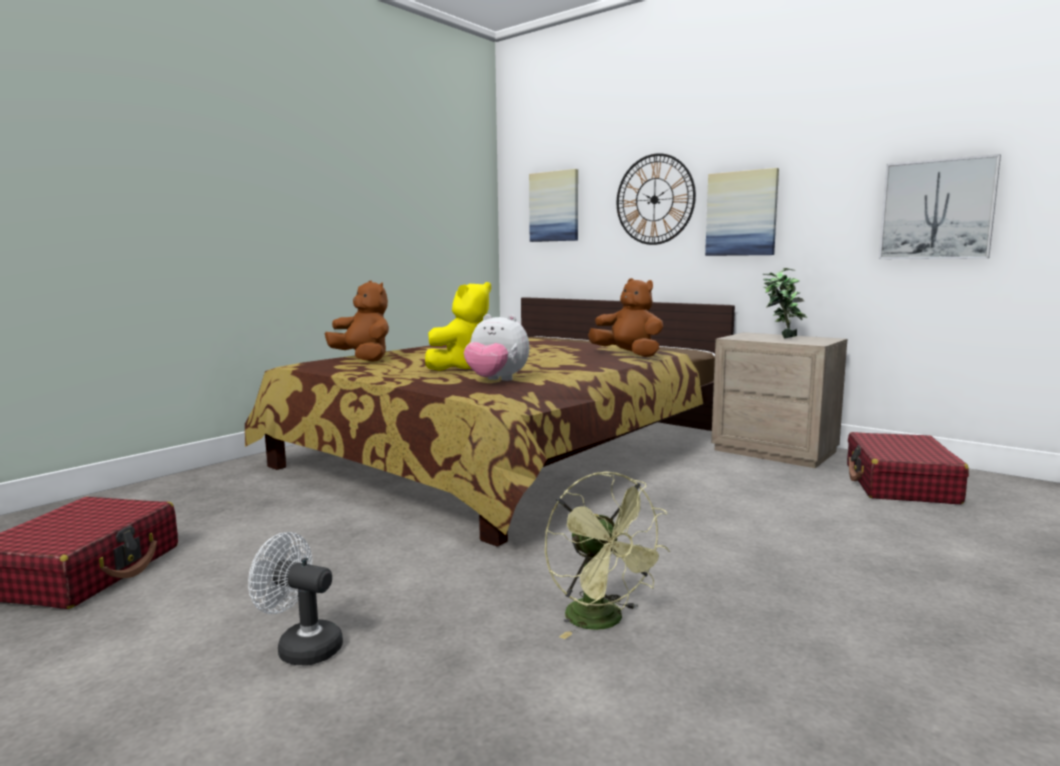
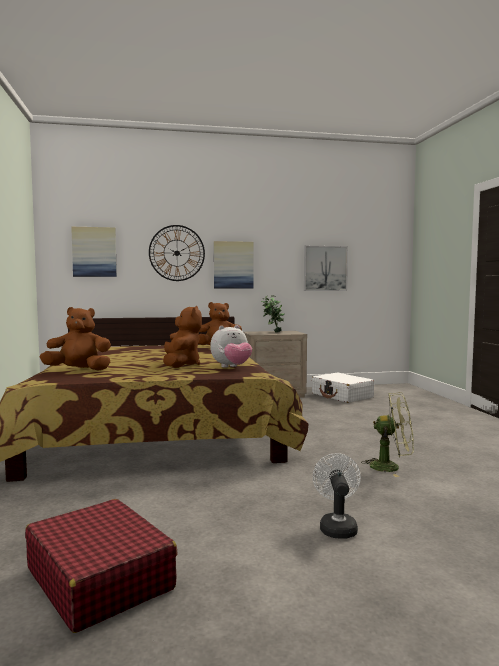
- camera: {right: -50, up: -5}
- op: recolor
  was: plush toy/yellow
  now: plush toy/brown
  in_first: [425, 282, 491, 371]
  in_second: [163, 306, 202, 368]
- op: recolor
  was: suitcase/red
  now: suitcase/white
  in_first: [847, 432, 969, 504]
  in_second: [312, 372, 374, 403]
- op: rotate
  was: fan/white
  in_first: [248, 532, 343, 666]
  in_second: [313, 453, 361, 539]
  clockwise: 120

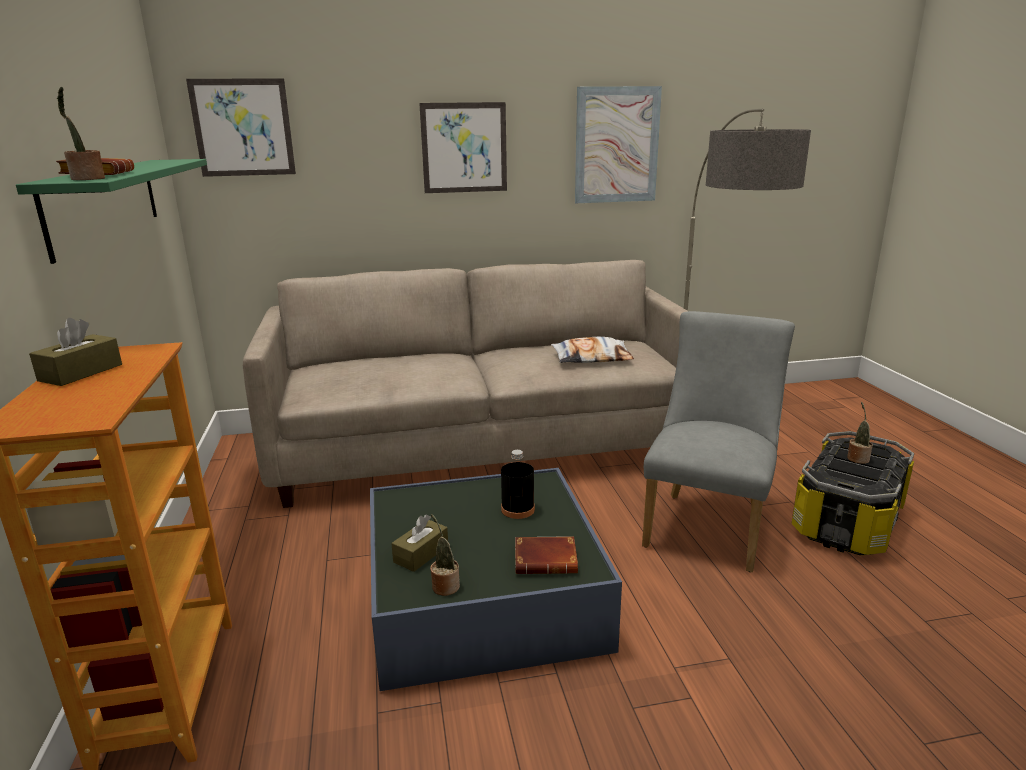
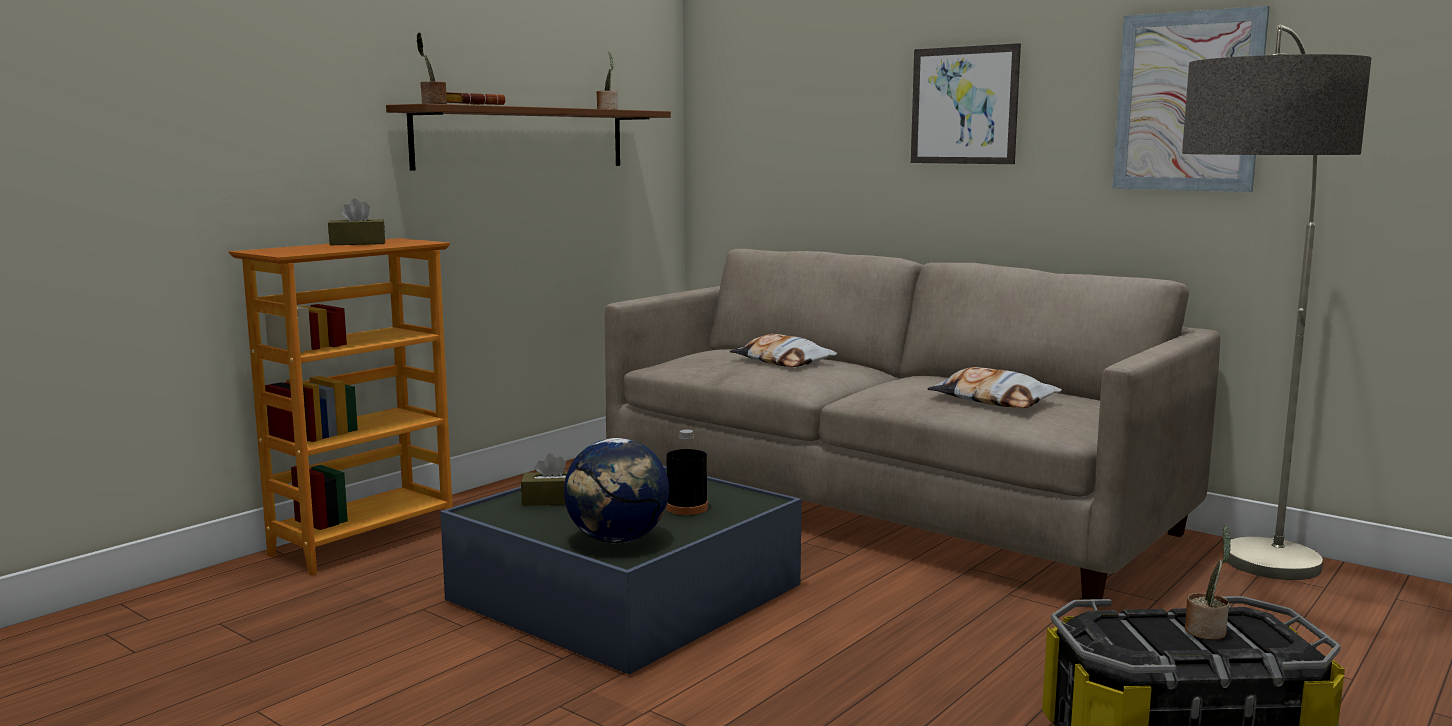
- camera: {right: 50, up: -10}
- op: recolor
  was: shelf/green
  now: shelf/brown
  in_first: [16, 159, 207, 264]
  in_second: [386, 104, 671, 170]
- op: replace
  was: book/brown
  now: globe
  in_first: [515, 536, 578, 574]
  in_second: [564, 438, 669, 543]
- op: move
  was: potted plant
  in_first: [430, 514, 460, 596]
  in_second: [596, 52, 618, 110]
- op: insert
  now: pillow
  in_second: [730, 334, 838, 367]
- op: delete
  was: picture
  in_first: [186, 78, 296, 177]
- op: delete
  was: chair/grey
  in_first: [642, 311, 795, 572]

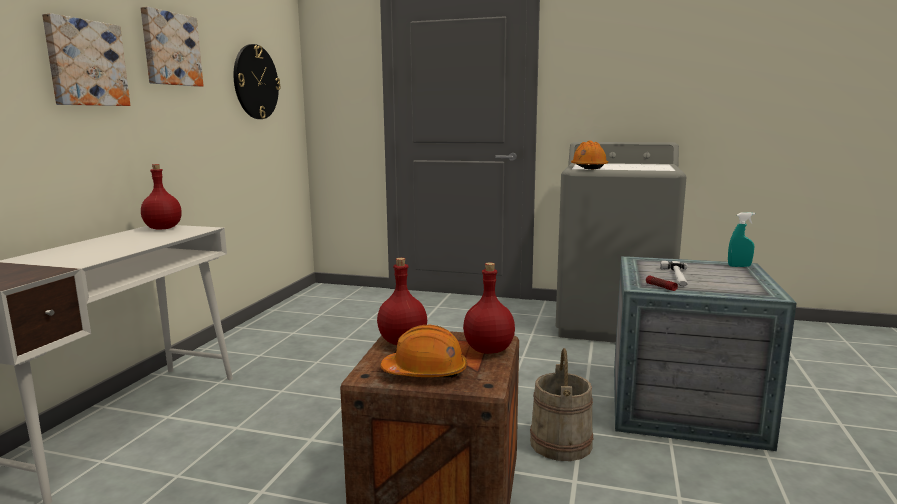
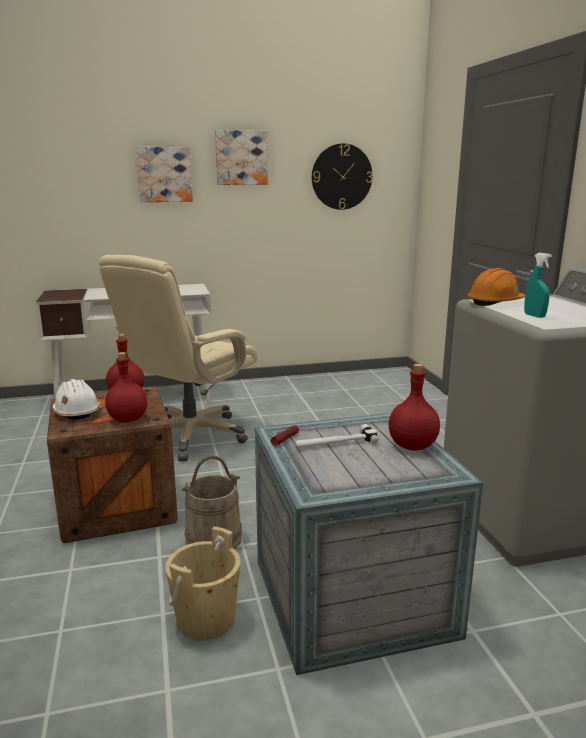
- camera: {right: 60, up: 5}
- op: recolor
  was: hard hat/orange
  now: hard hat/white
  in_first: [380, 325, 467, 378]
  in_second: [52, 379, 100, 420]
- op: insert
  now: office chair/beige
  in_second: [99, 255, 258, 461]
- op: insert
  now: bucket/beige
  in_second: [165, 527, 241, 641]
- op: move
  was: bottle/red
  in_first: [141, 164, 182, 229]
  in_second: [389, 364, 440, 451]
- op: move
  was: spray bottle/turquoise
  in_first: [728, 212, 755, 267]
  in_second: [524, 253, 552, 318]

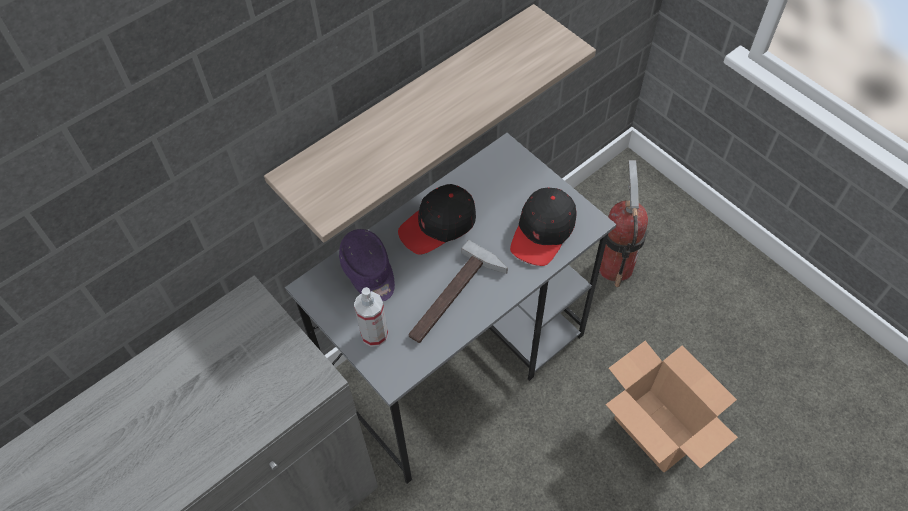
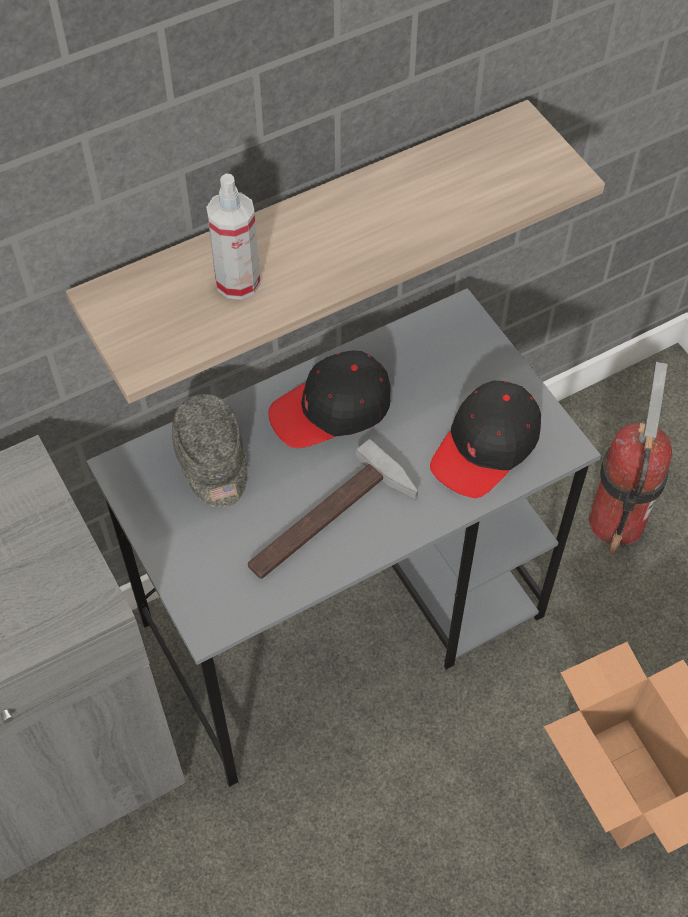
- camera: {right: 10, up: 0}
- op: recolor
  was: cap/purple
  now: cap/grey
  in_first: [339, 229, 395, 301]
  in_second: [172, 394, 247, 508]
- op: move
  was: spray bottle
  in_first: [354, 287, 388, 347]
  in_second: [206, 174, 260, 300]

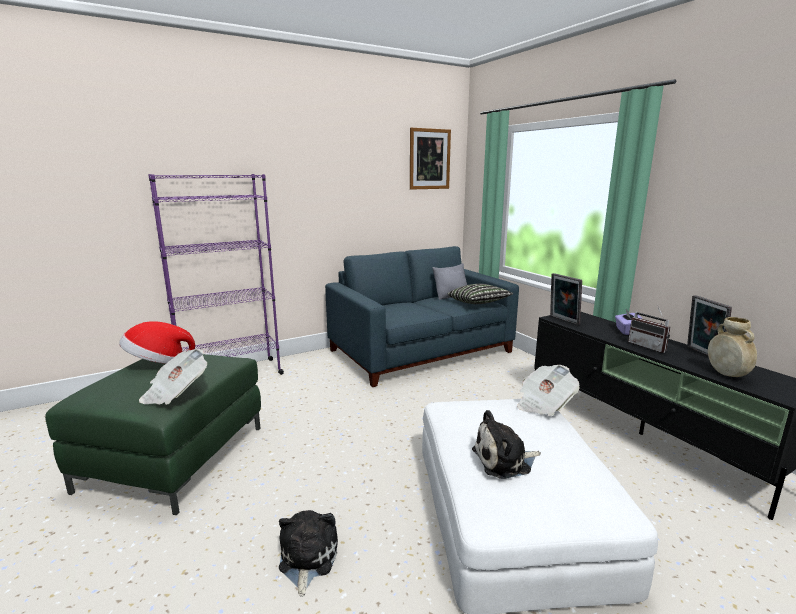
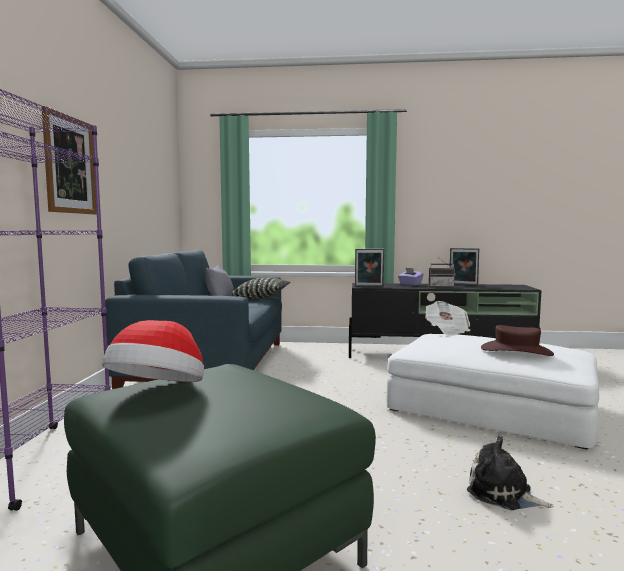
- camera: {right: -55, up: -10}
- op: move
  was: picture
  in_first: [410, 128, 451, 190]
  in_second: [42, 106, 97, 215]
- op: replace
  was: plush toy
  now: hat/brown
  in_first: [472, 410, 541, 479]
  in_second: [481, 325, 554, 356]
- op: delete
  was: newspaper
  in_first: [139, 349, 207, 405]
- op: delete
  was: vase/beige
  in_first: [708, 317, 757, 377]

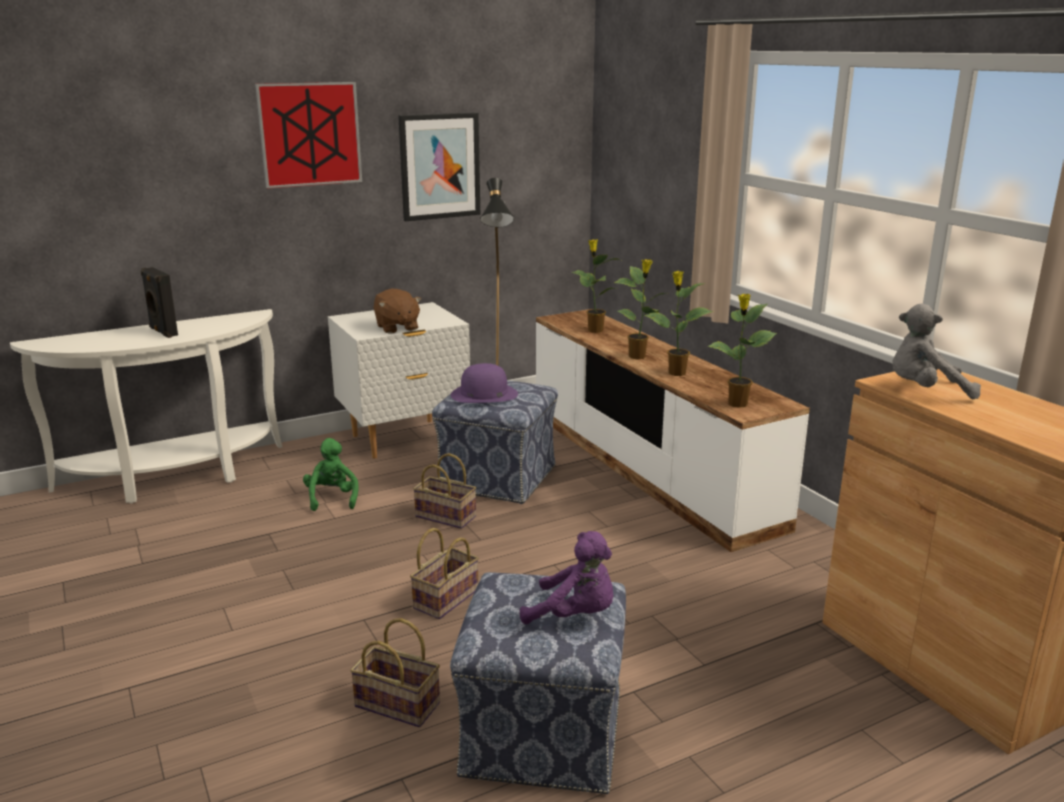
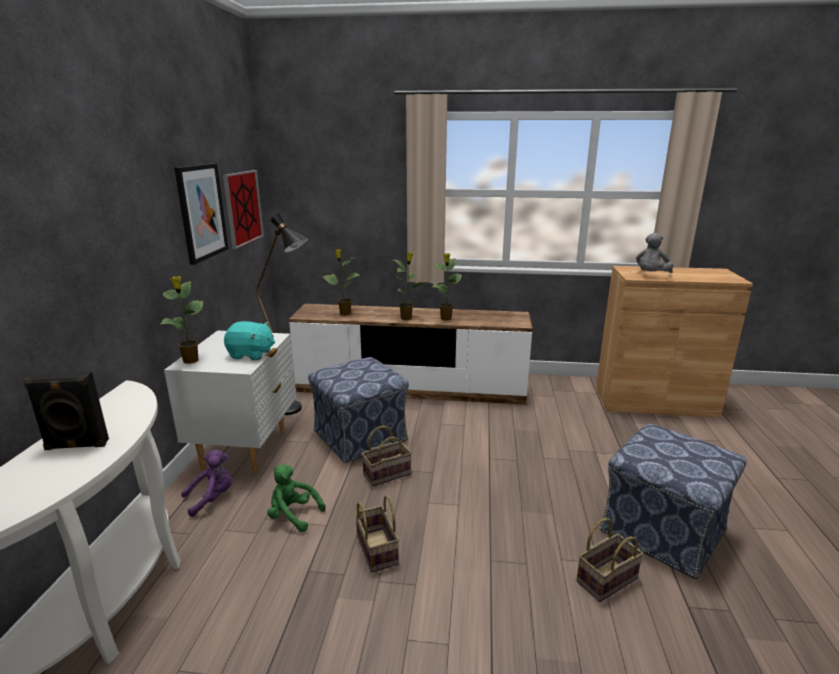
- camera: {right: -55, up: 0}
- op: move
  was: potted plant
  in_first: [708, 293, 777, 408]
  in_second: [160, 276, 203, 364]
- op: move
  was: plush toy/purple
  in_first: [520, 531, 614, 624]
  in_second: [181, 450, 232, 517]
- op: move
  was: picture
  in_first: [255, 82, 362, 189]
  in_second: [223, 170, 264, 249]
- op: recolor
  was: plush toy/brown
  now: plush toy/turquoise
  in_first: [374, 288, 421, 334]
  in_second: [224, 321, 275, 360]
- op: move
  was: basket
  in_first: [410, 528, 479, 619]
  in_second: [355, 495, 399, 573]
- op: delete
  was: hat/purple
  in_first: [451, 363, 518, 403]

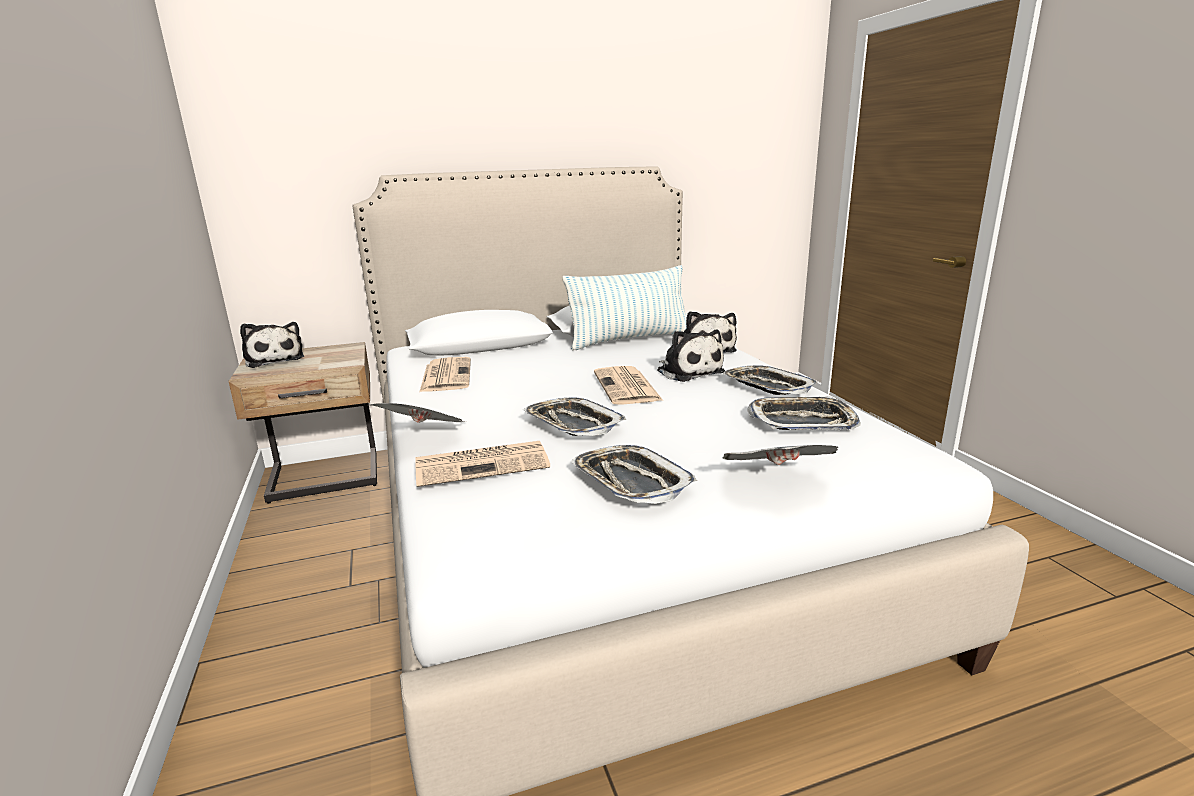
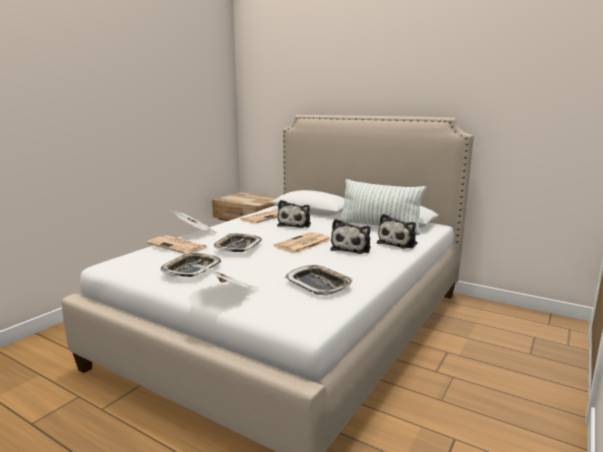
- camera: {right: 50, up: -5}
- op: move
  was: plush toy
  in_first: [240, 322, 304, 368]
  in_second: [277, 200, 311, 228]
- op: delete
  was: tray
  in_first: [723, 365, 817, 395]

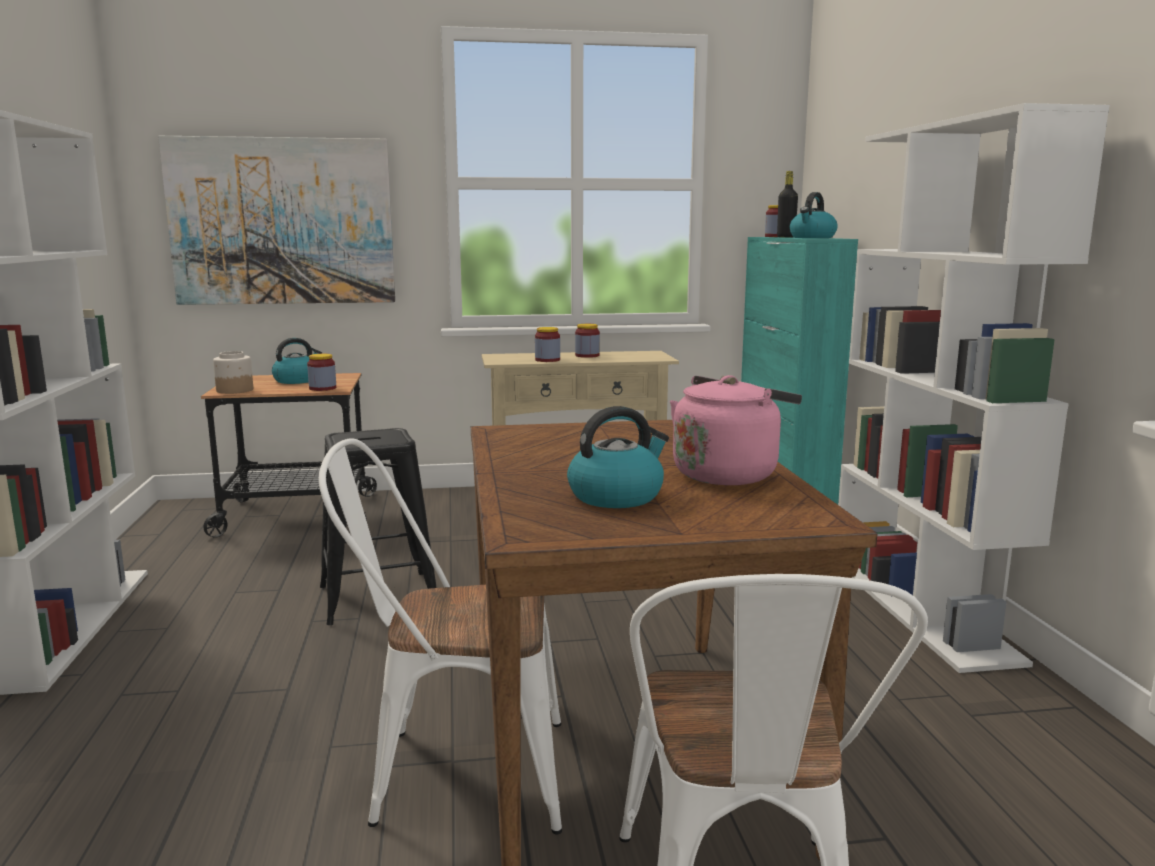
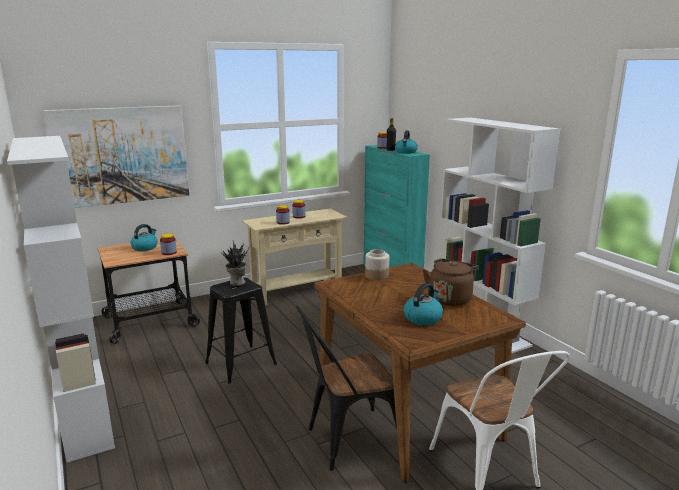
- camera: {right: -20, up: 5}
- op: insert
  now: potted plant
  in_second: [219, 241, 249, 286]
- op: recolor
  was: chair/white
  now: chair/black
  in_first: [319, 438, 562, 834]
  in_second: [296, 305, 397, 471]
- op: move
  was: jar
  in_first: [213, 351, 253, 394]
  in_second: [365, 249, 389, 280]
- op: recolor
  was: kettle/pink
  now: kettle/brown
  in_first: [670, 375, 802, 485]
  in_second: [423, 259, 479, 306]

